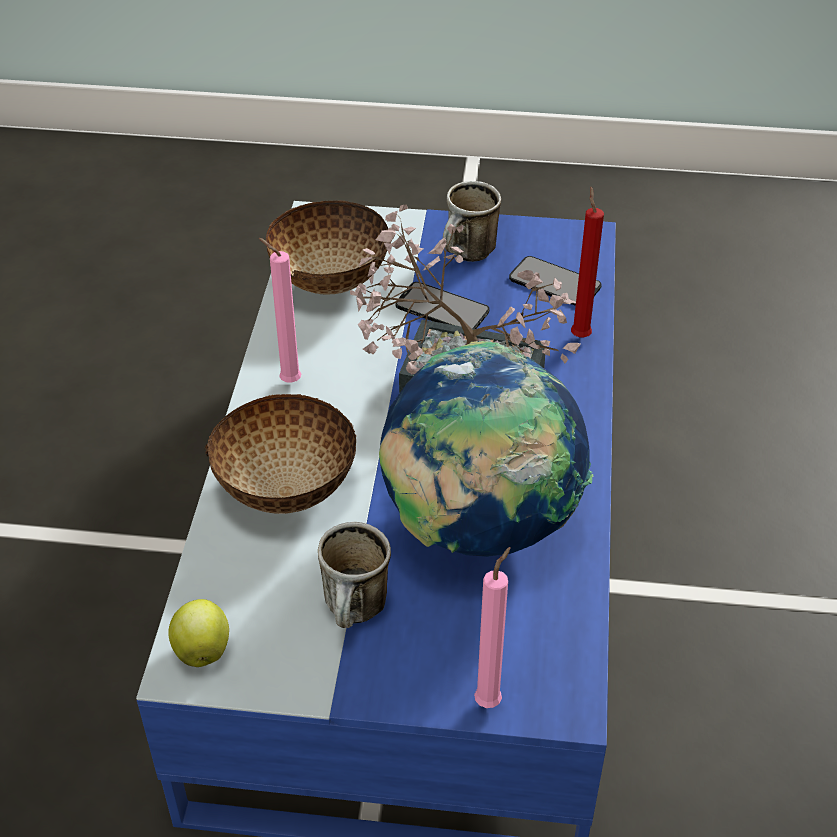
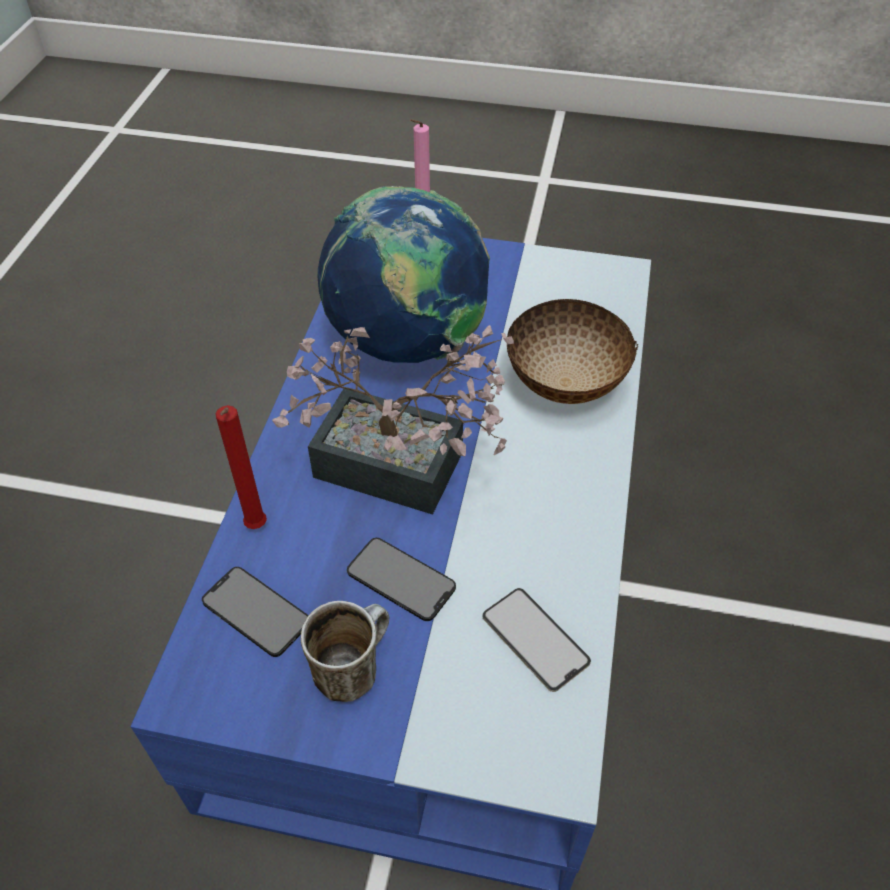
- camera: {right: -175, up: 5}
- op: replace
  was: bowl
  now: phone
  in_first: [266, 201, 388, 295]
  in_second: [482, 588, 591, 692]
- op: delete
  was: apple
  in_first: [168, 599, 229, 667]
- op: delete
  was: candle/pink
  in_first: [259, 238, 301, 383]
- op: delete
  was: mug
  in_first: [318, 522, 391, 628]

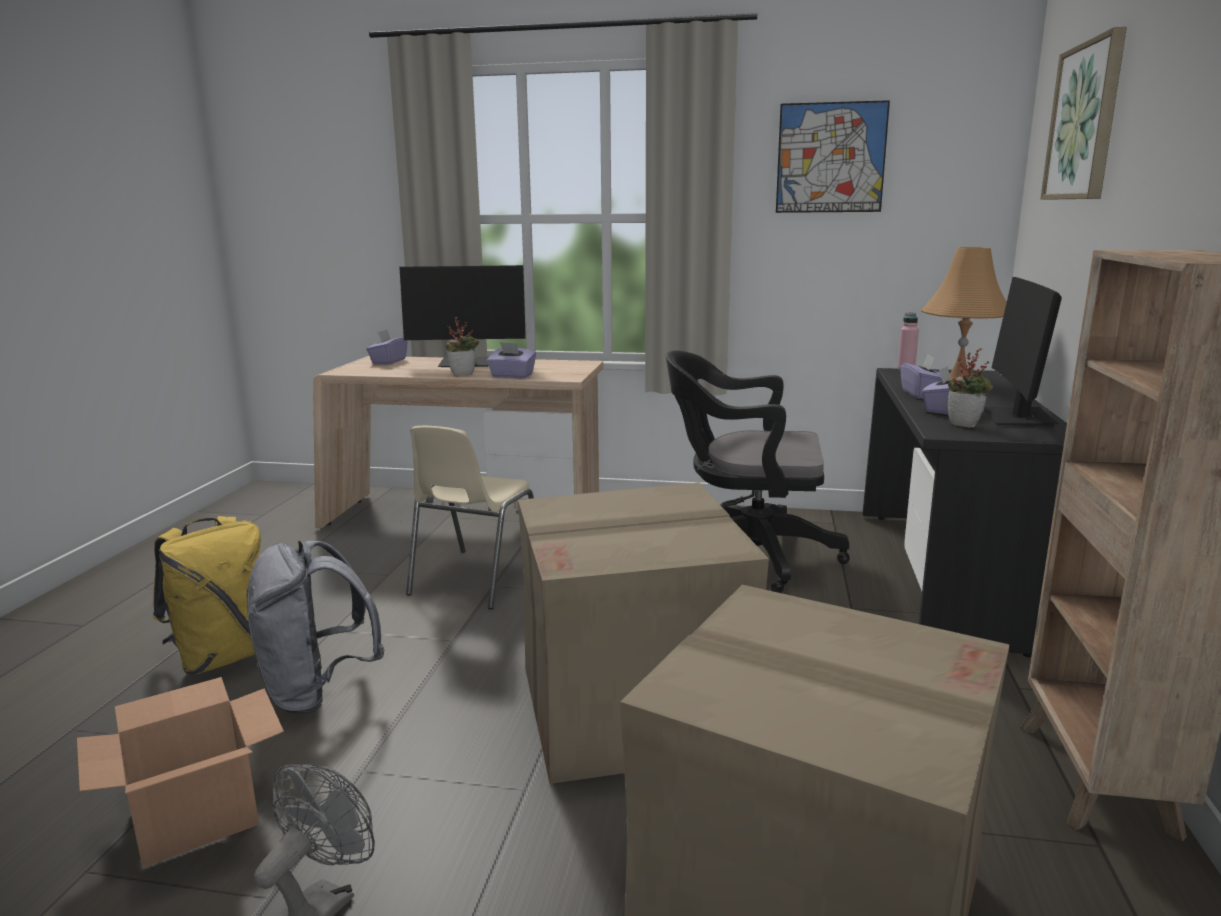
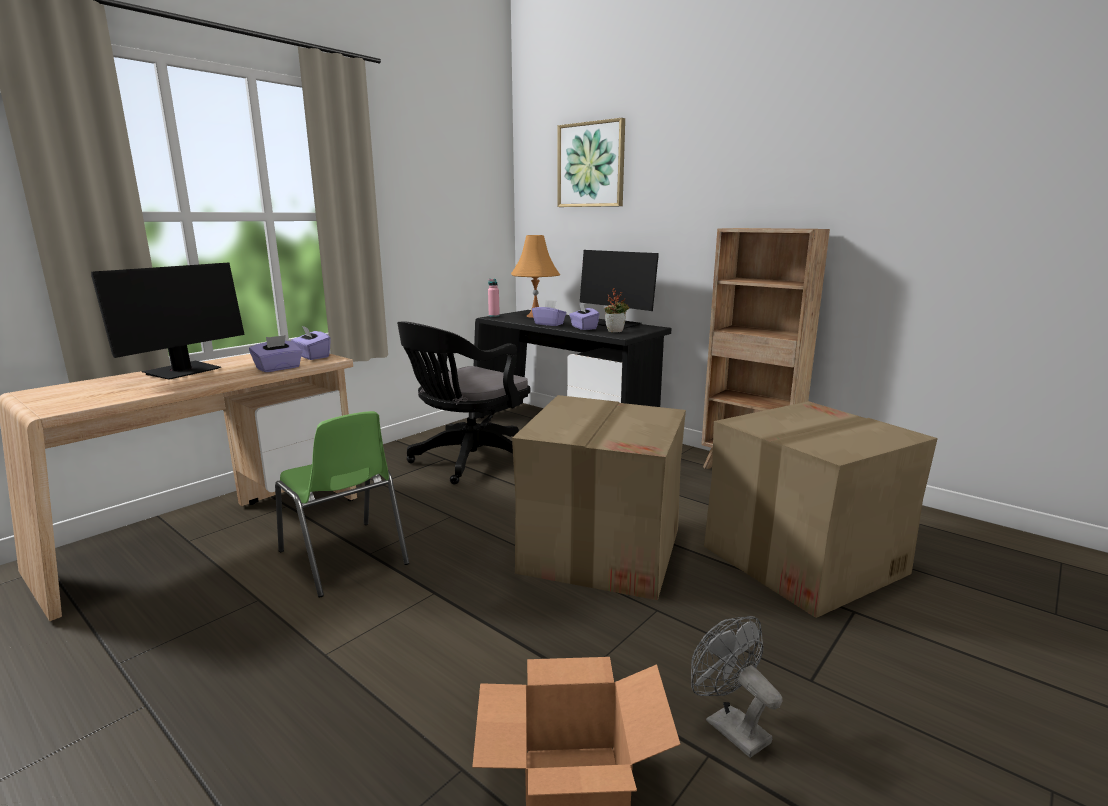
- camera: {right: -60, up: 0}
- op: recolor
  was: chair/beige
  now: chair/green
  in_first: [406, 426, 534, 609]
  in_second: [275, 411, 409, 598]
- op: move
  was: tissue box/purple
  in_first: [367, 329, 408, 364]
  in_second: [291, 326, 331, 360]
- op: delete
  was: backpack/yellow
  in_first: [153, 516, 261, 675]
- op: delete
  was: backpack/grey
  in_first: [246, 541, 384, 714]
- op: delete
  was: potted plant
  in_first: [445, 317, 479, 377]
- op: delete
  was: picture
  in_first: [776, 100, 890, 213]

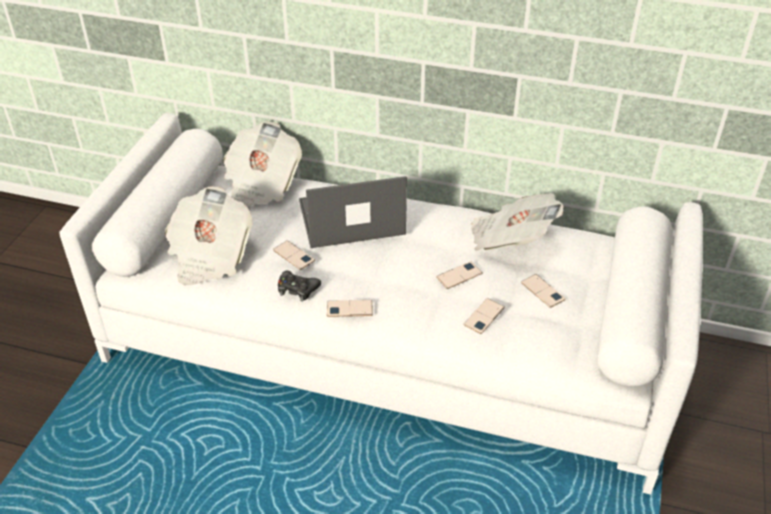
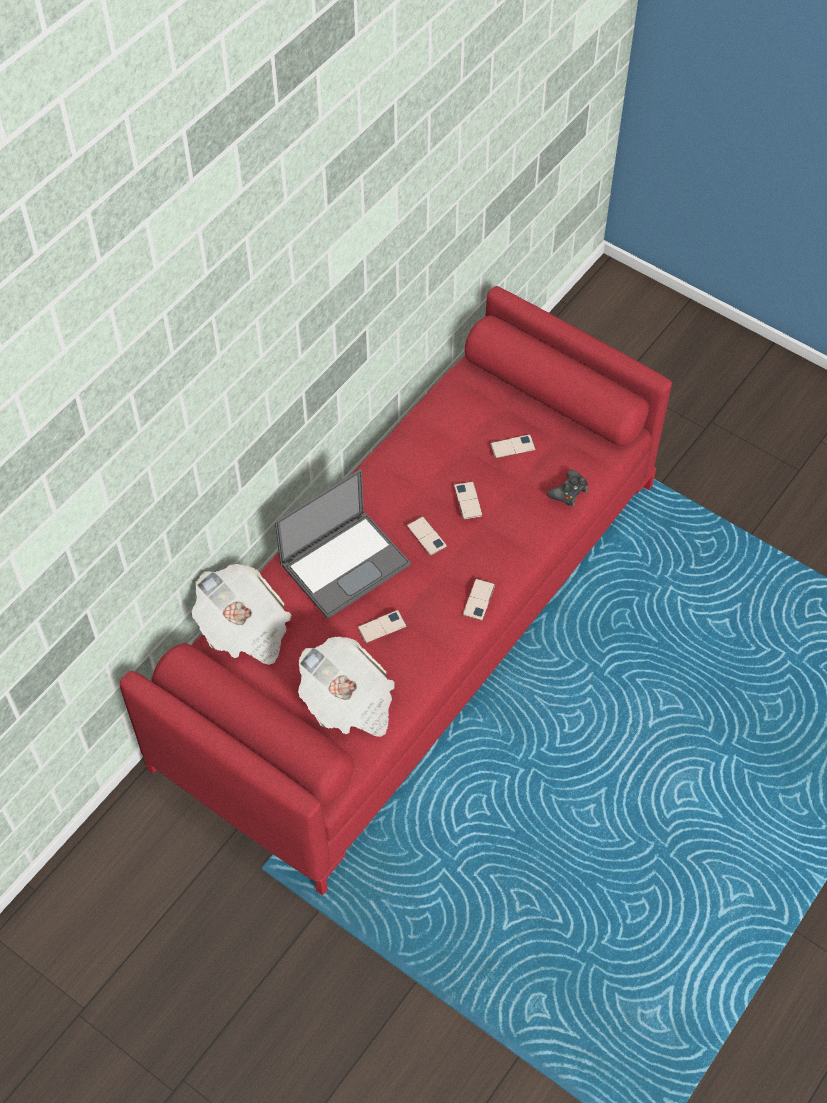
- camera: {right: -70, up: 15}
- op: recolor
  was: sofa/white
  now: sofa/red
  in_first: [59, 113, 703, 495]
  in_second: [120, 286, 672, 896]
- op: rotate
  was: laptop
  in_first: [299, 176, 407, 248]
  in_second: [275, 469, 411, 619]
  clockwise: -135
- op: move
  was: phone
  in_first: [463, 298, 505, 334]
  in_second: [407, 516, 447, 556]
- op: move
  was: game controller/black
  in_first: [278, 271, 321, 302]
  in_second: [547, 470, 588, 506]
- op: delete
  was: newspaper
  in_first: [471, 193, 564, 251]

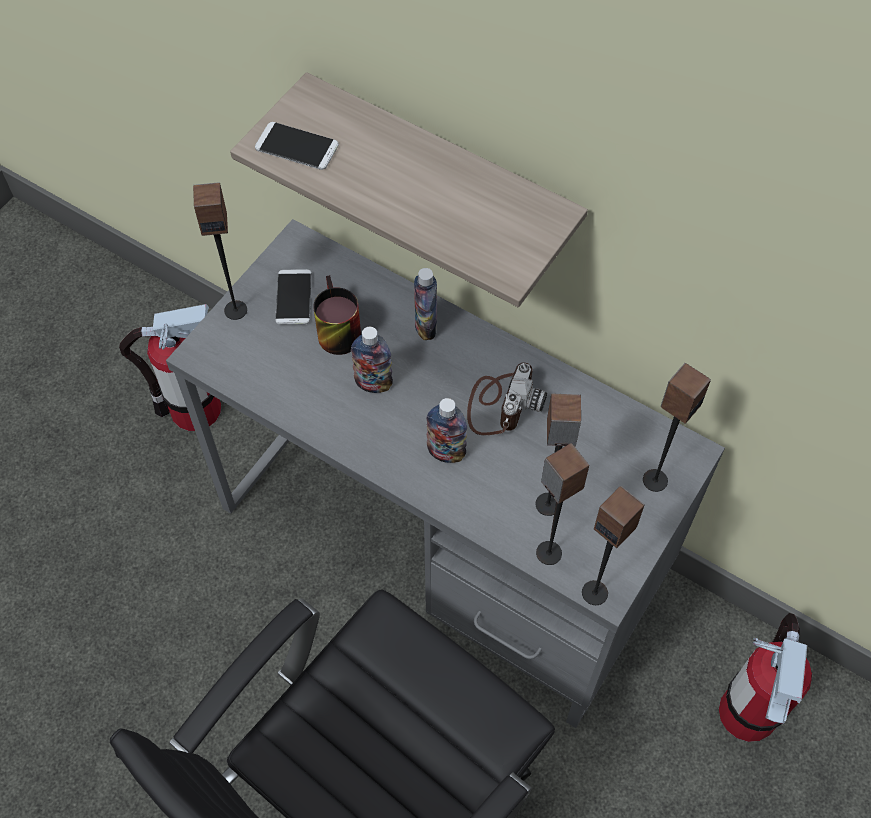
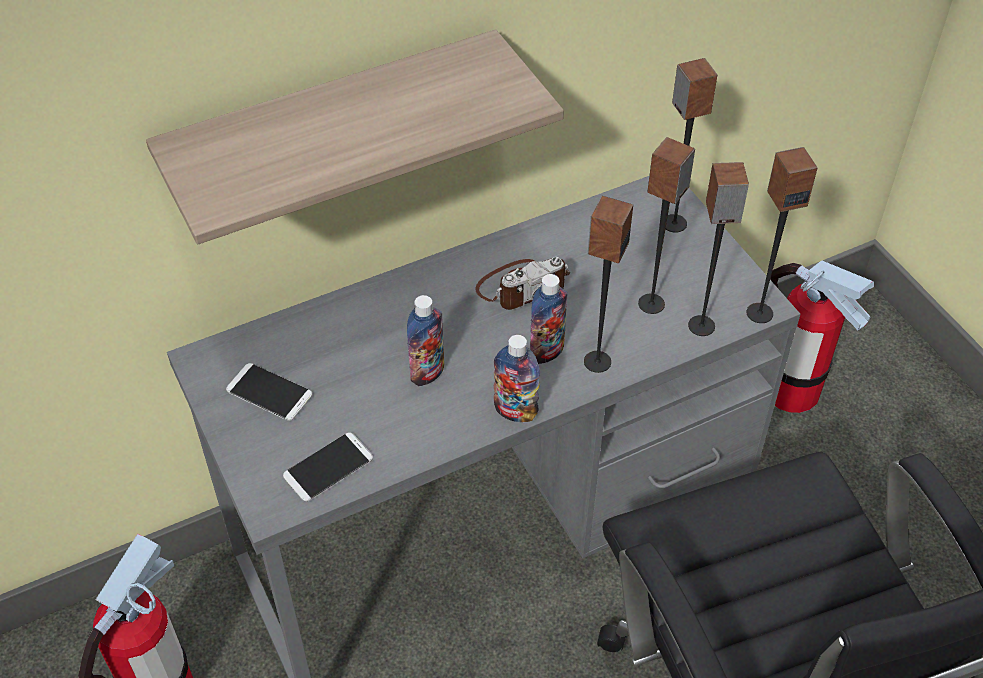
- camera: {right: -60, up: -10}
- op: move
  was: phone
  in_first: [255, 122, 339, 170]
  in_second: [283, 432, 373, 502]
- op: rotate
  was: photo camera
  in_first: [467, 363, 547, 435]
  in_second: [475, 257, 570, 310]
  clockwise: 105
- op: move
  was: bottle
  in_first: [414, 268, 437, 340]
  in_second: [493, 335, 540, 422]
- op: move
  was: speaker
  in_first: [193, 182, 247, 320]
  in_second: [584, 196, 633, 373]
- op: delete
  was: mug
  in_first: [313, 275, 361, 355]

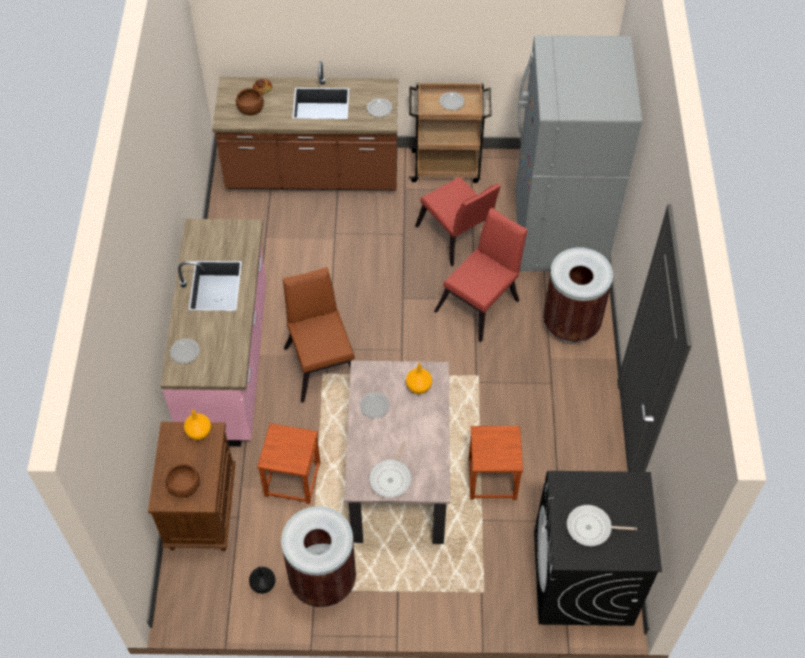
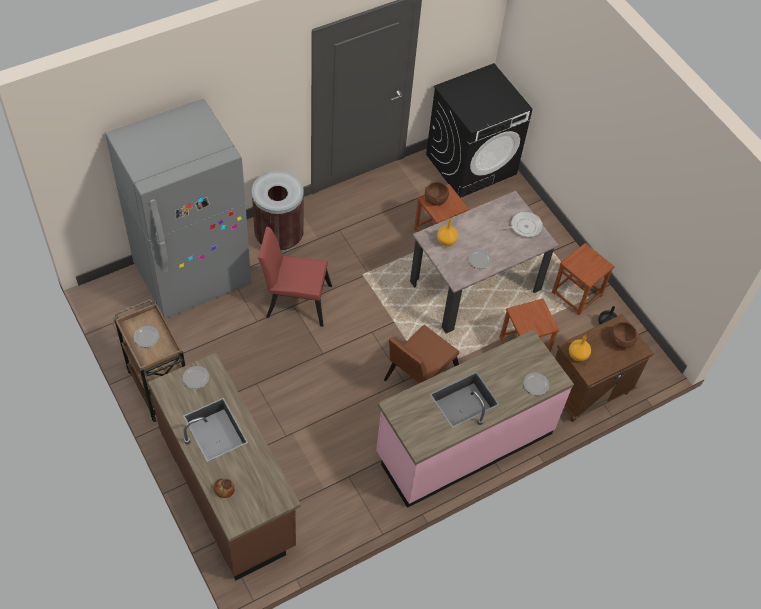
- camera: {right: -125, up: 0}
- op: move
  was: bowl/brown
  in_first: [236, 88, 264, 116]
  in_second: [425, 182, 449, 206]
- op: replace
  was: trash can/brown
  now: stool/brown
  in_first: [281, 506, 356, 607]
  in_second: [552, 243, 615, 315]
- op: delete
  was: chair/red
  in_first: [415, 177, 501, 266]
- op: delete
  was: frying pan
  in_first: [567, 505, 637, 546]

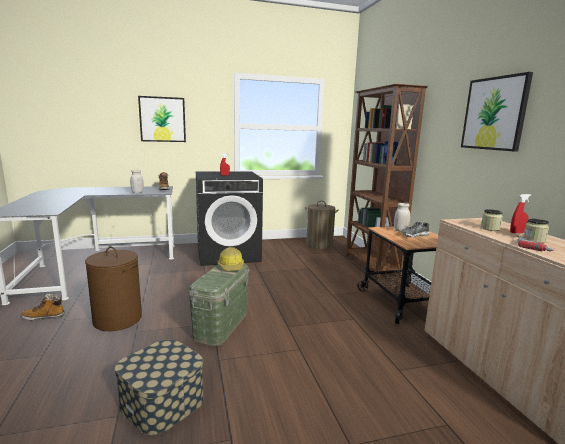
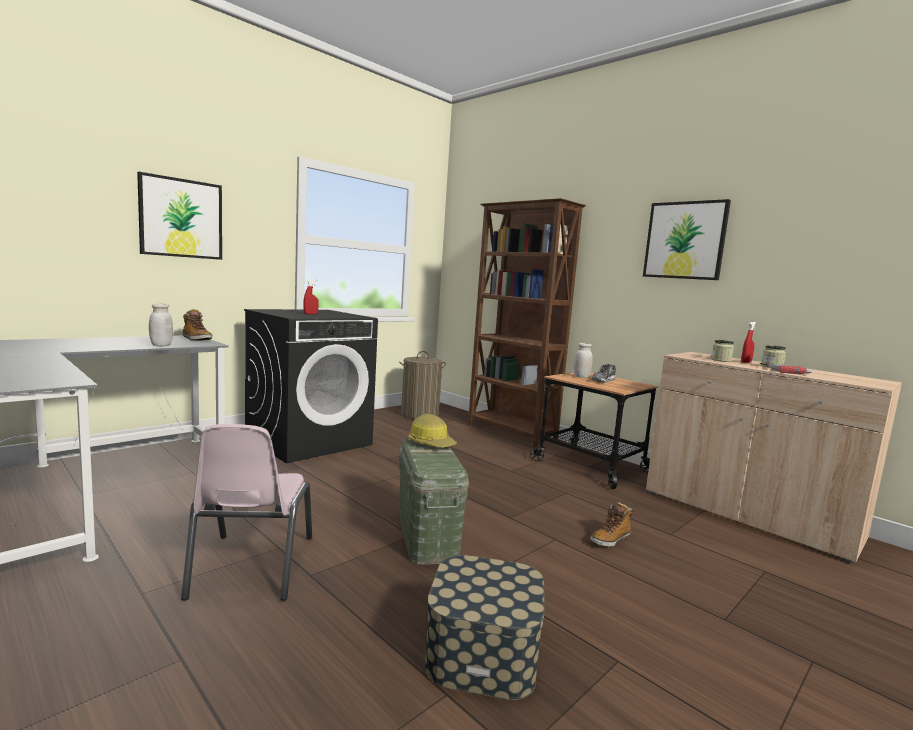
- camera: {right: -30, up: -5}
- op: replace
  was: laundry basket/brown
  now: chair/pink
  in_first: [85, 247, 142, 331]
  in_second: [181, 424, 312, 601]
- op: move
  was: boot
  in_first: [21, 294, 65, 320]
  in_second: [590, 502, 632, 547]

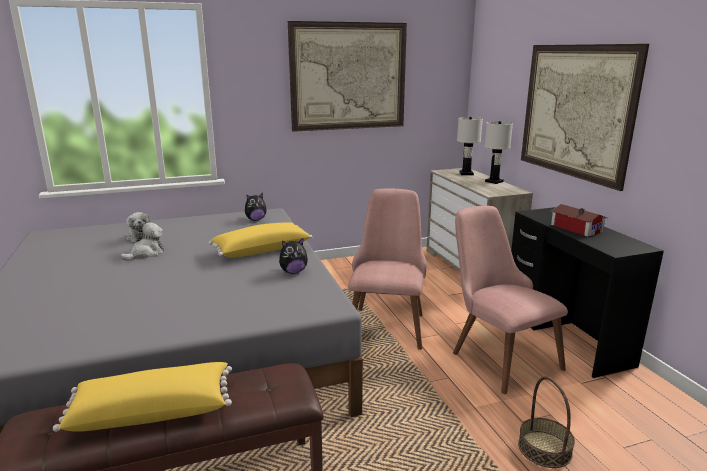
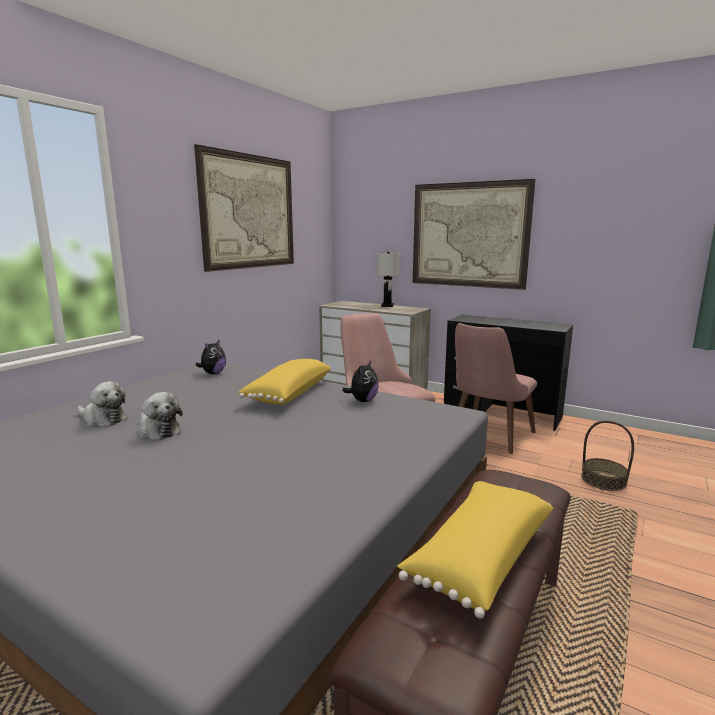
- camera: {right: -40, up: -5}
- op: rotate
  was: plush toy
  in_first: [120, 222, 164, 260]
  in_second: [139, 392, 183, 440]
  clockwise: 135
- op: rotate
  was: chair/pink
  in_first: [453, 206, 568, 394]
  in_second: [455, 323, 537, 454]
  clockwise: -75
- op: delete
  was: table lamp/white
  in_first: [457, 117, 483, 175]
- op: delete
  was: toy house
  in_first: [551, 204, 607, 237]

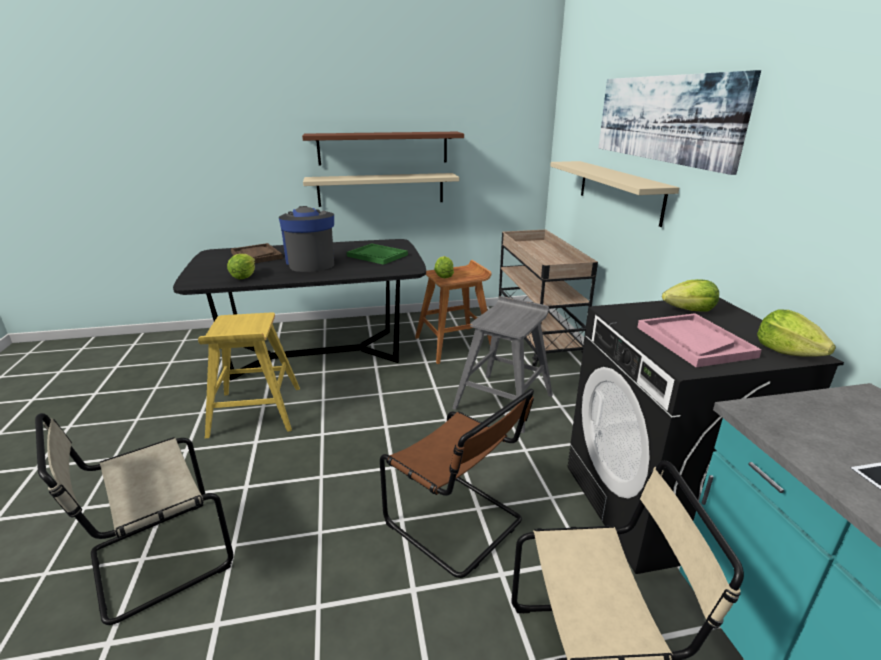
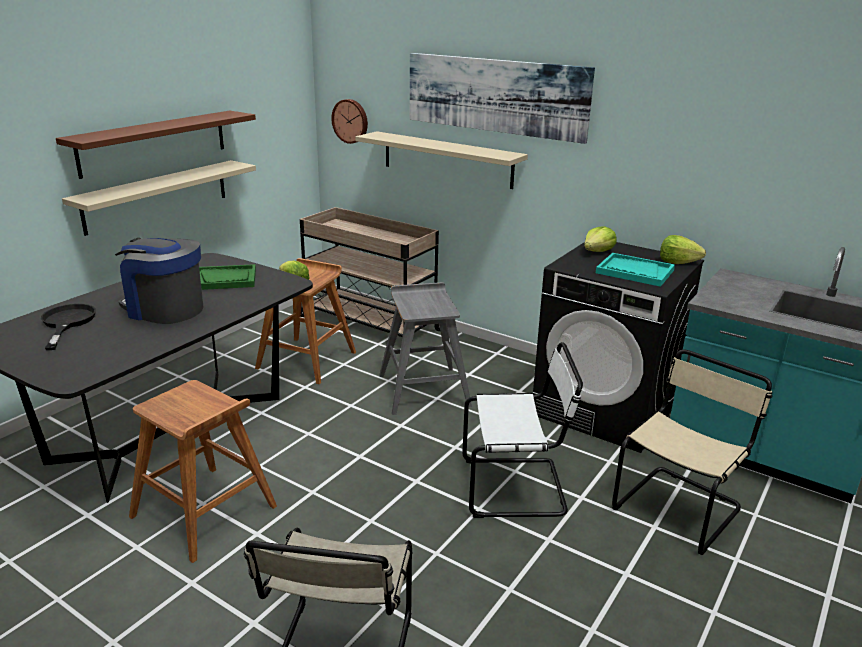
- camera: {right: -45, up: 0}
- op: replace
  was: tray/brown
  now: frying pan/black
  in_first: [231, 243, 283, 263]
  in_second: [41, 304, 96, 350]
- op: recolor
  was: stool/yellow
  now: stool/brown
  in_first: [198, 313, 300, 438]
  in_second: [129, 380, 277, 563]
- op: insert
  now: wall clock
  in_second: [331, 99, 368, 144]
- op: recolor
  was: chair/brown
  now: chair/white
  in_first: [380, 389, 534, 578]
  in_second: [462, 342, 583, 518]
- op: recolor
  was: tray/pink
  now: tray/turquoise
  in_first: [637, 313, 762, 367]
  in_second: [596, 253, 675, 287]
- op: delete
  was: lettuce
  in_first: [227, 254, 255, 279]

